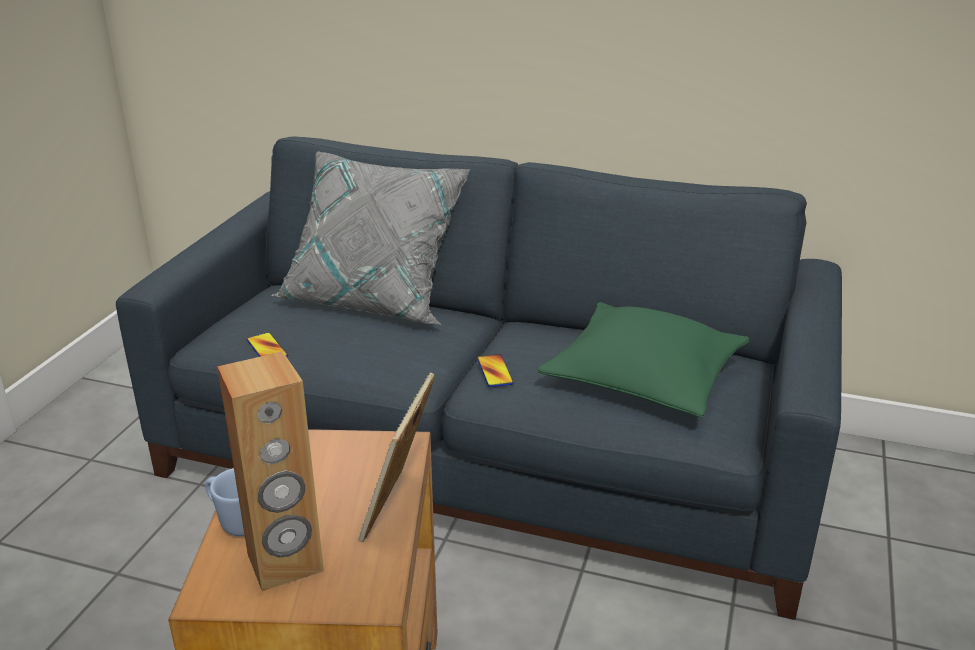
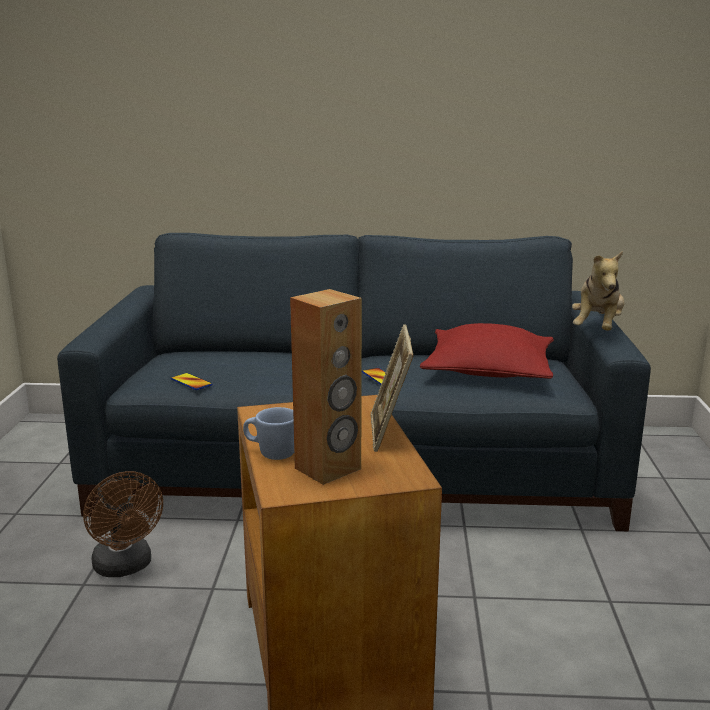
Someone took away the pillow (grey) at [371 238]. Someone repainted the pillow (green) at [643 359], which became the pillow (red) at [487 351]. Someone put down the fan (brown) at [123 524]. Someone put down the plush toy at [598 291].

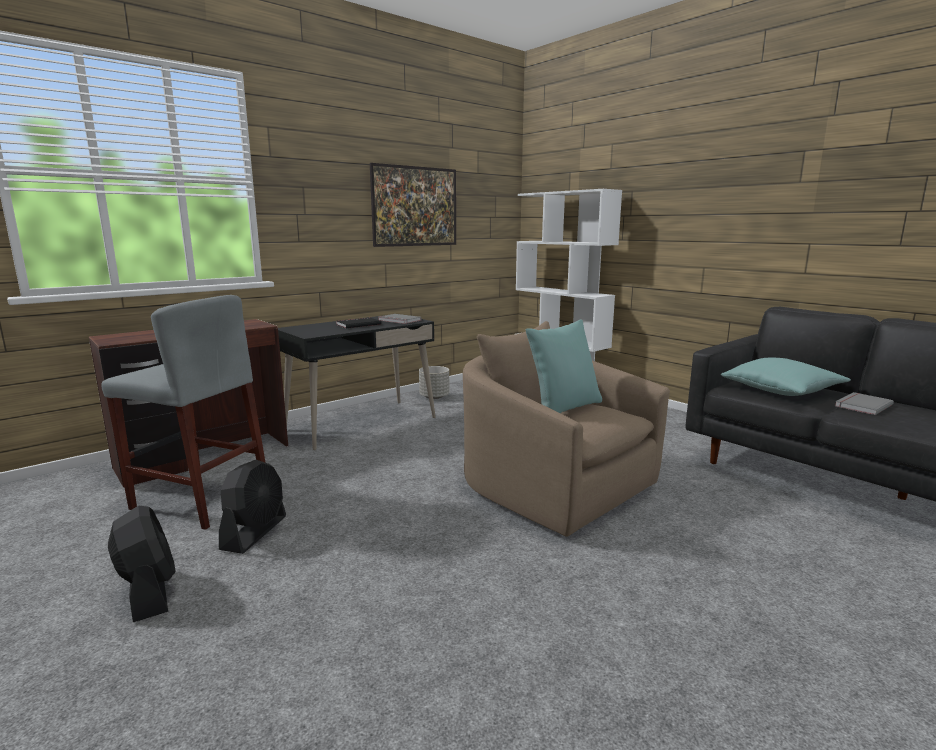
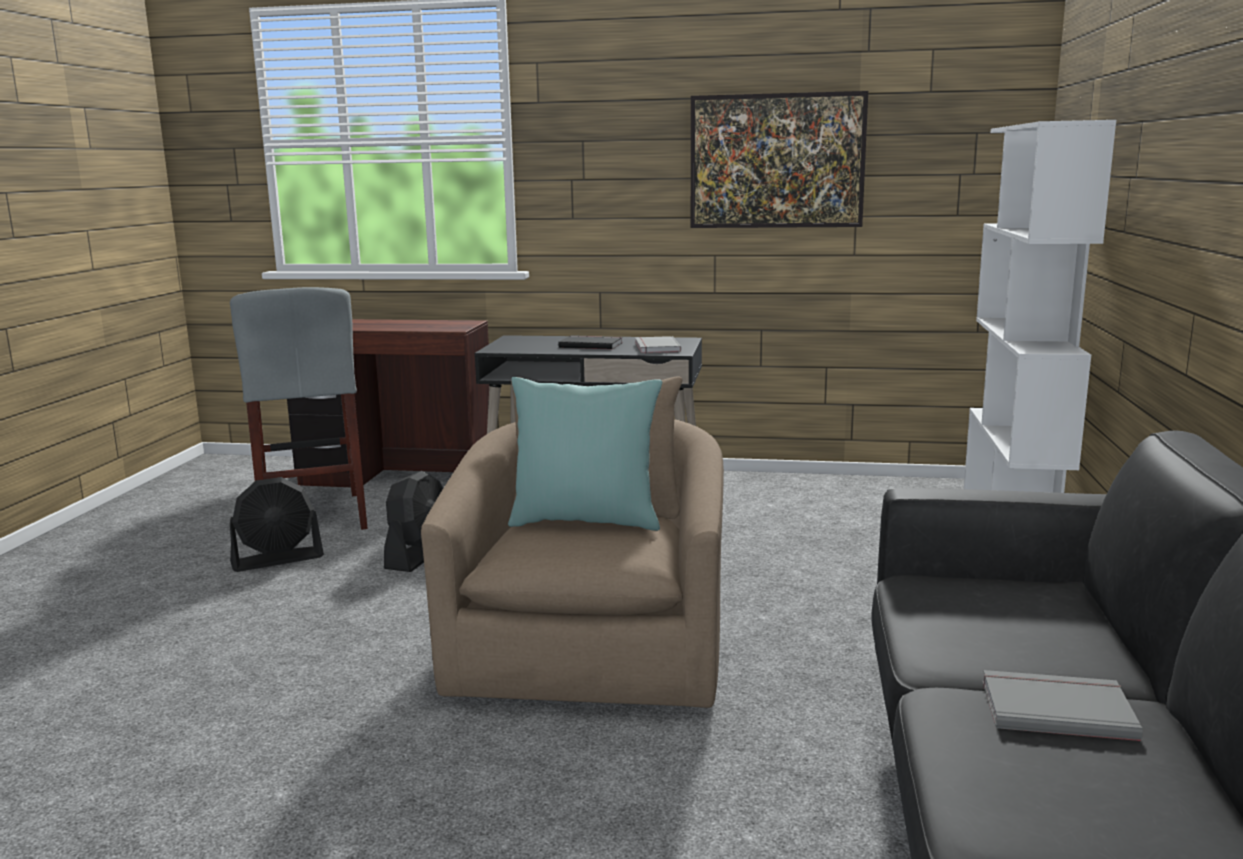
Someone carried the fan (black) from [142 564] to [413 521]. Someone took away the planter (grey) at [434 382]. Someone took away the pillow (turquoise) at [786 377].

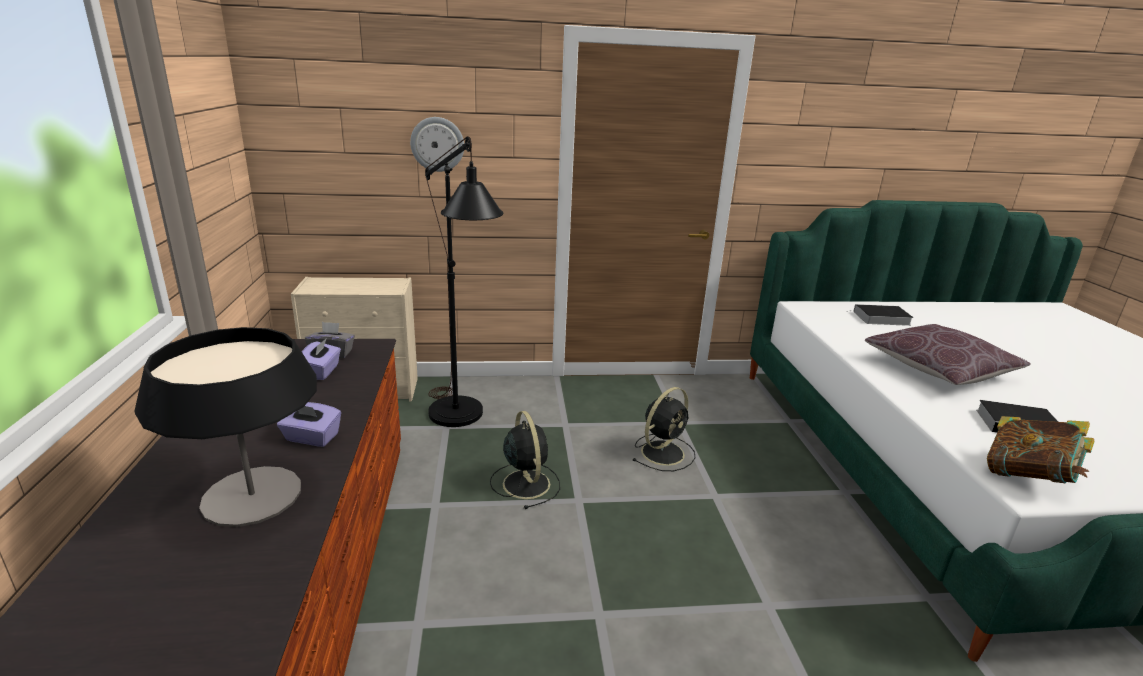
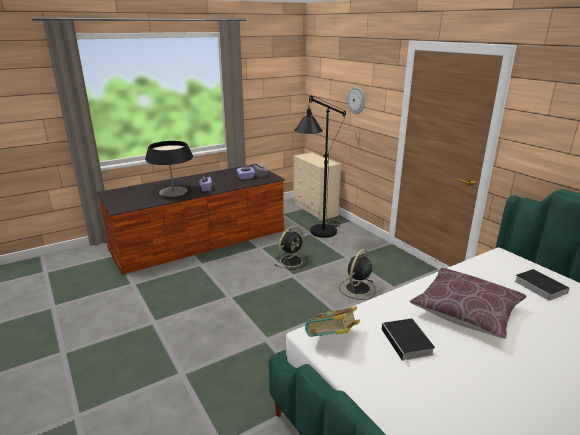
Someone rotated the fan (black) at [663 429] by 105 degrees clockwise.

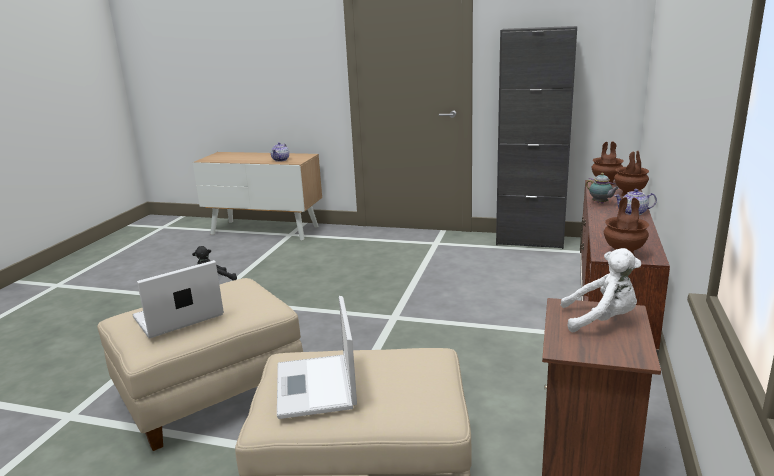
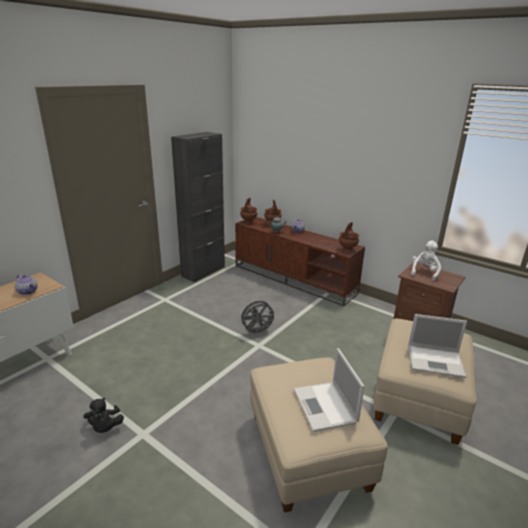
Someone put down the fan (grey) at [259 318].

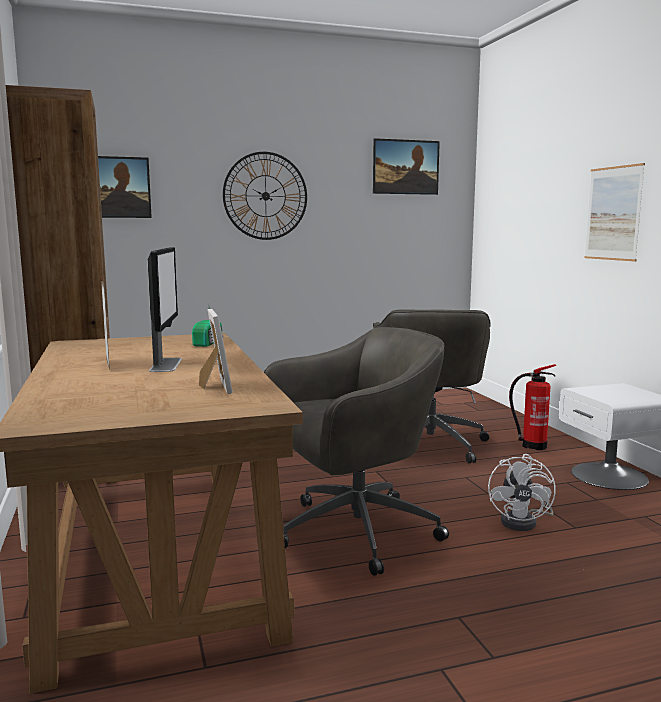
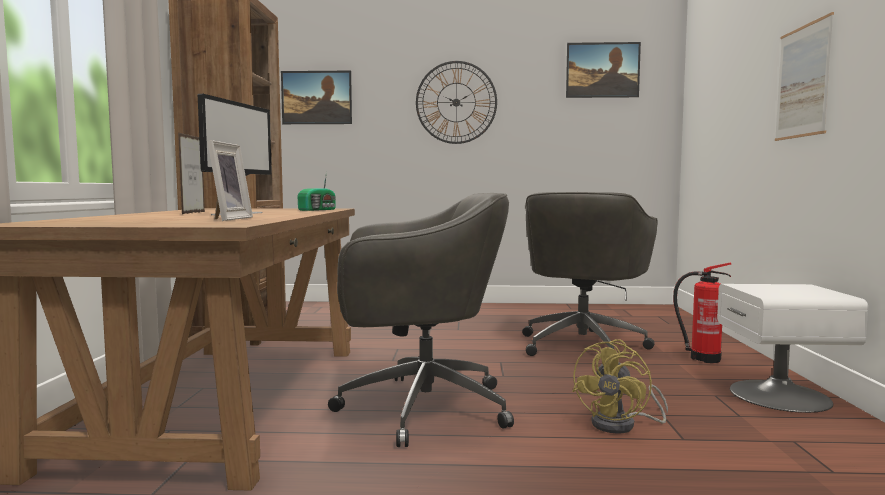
Someone repainted the fan (white) at [522 492], which became the fan (yellow) at [620 386].

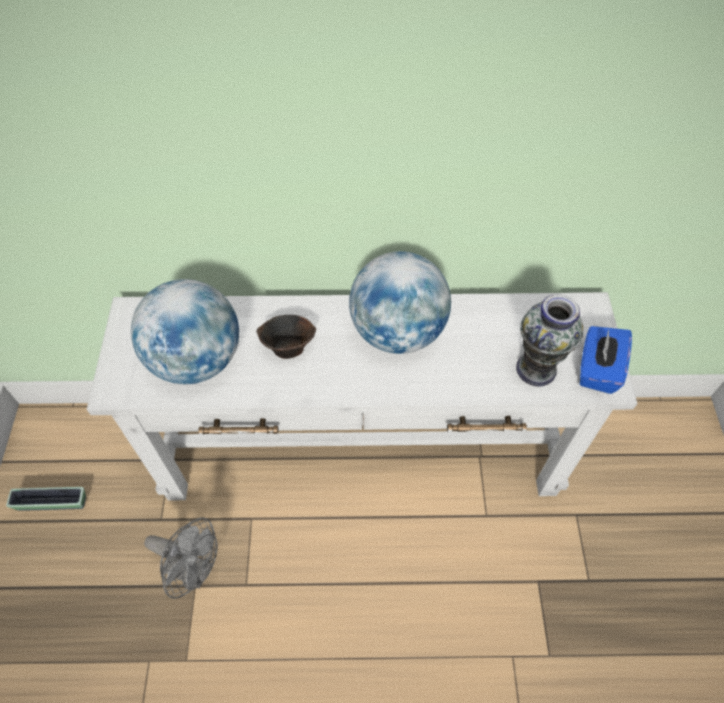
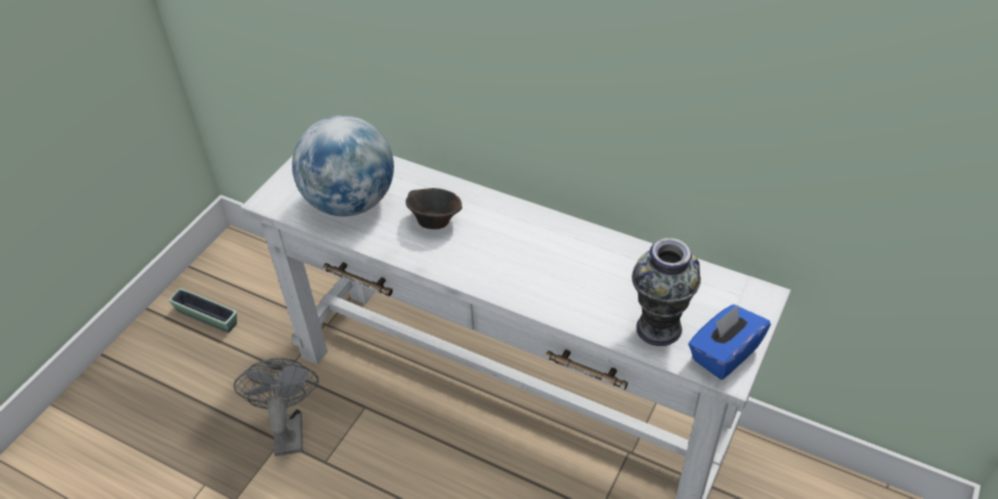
Someone rotated the fan (grey) at [181 558] by 150 degrees counterclockwise. Someone took away the globe at [400 302].

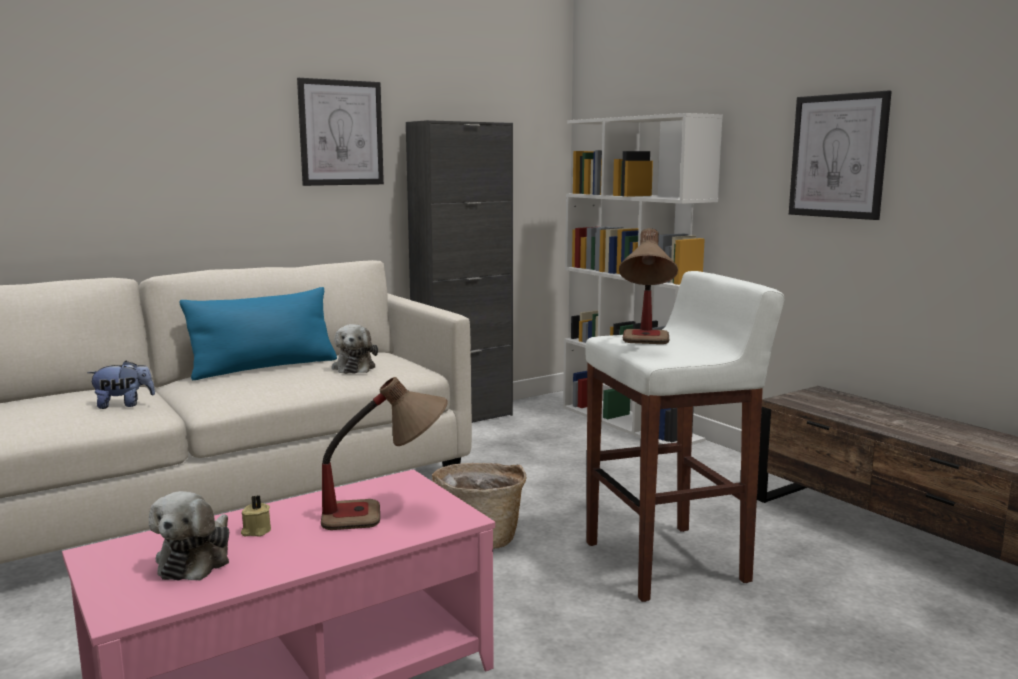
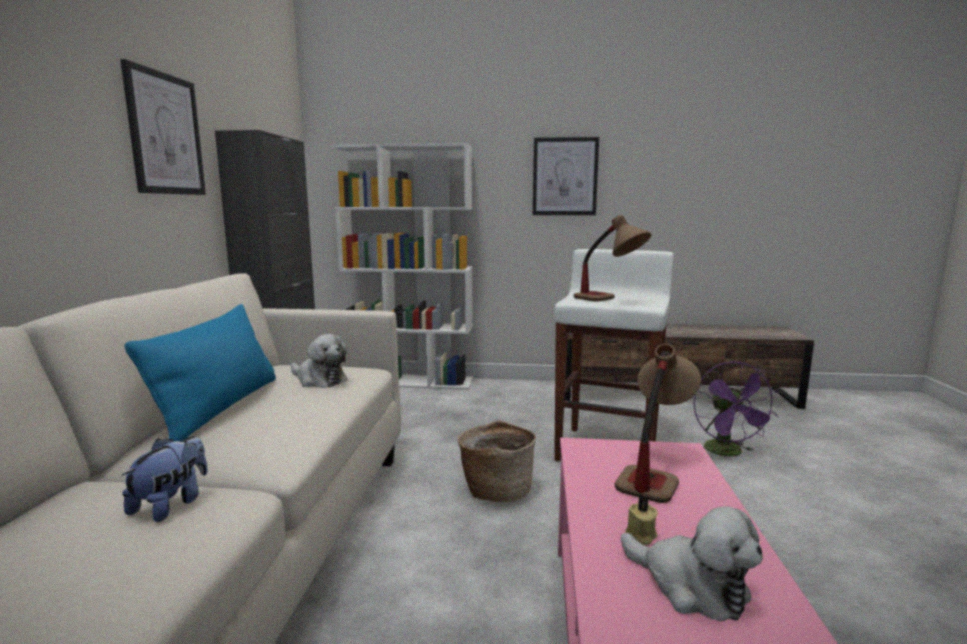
Someone put down the fan (purple) at [736 408].

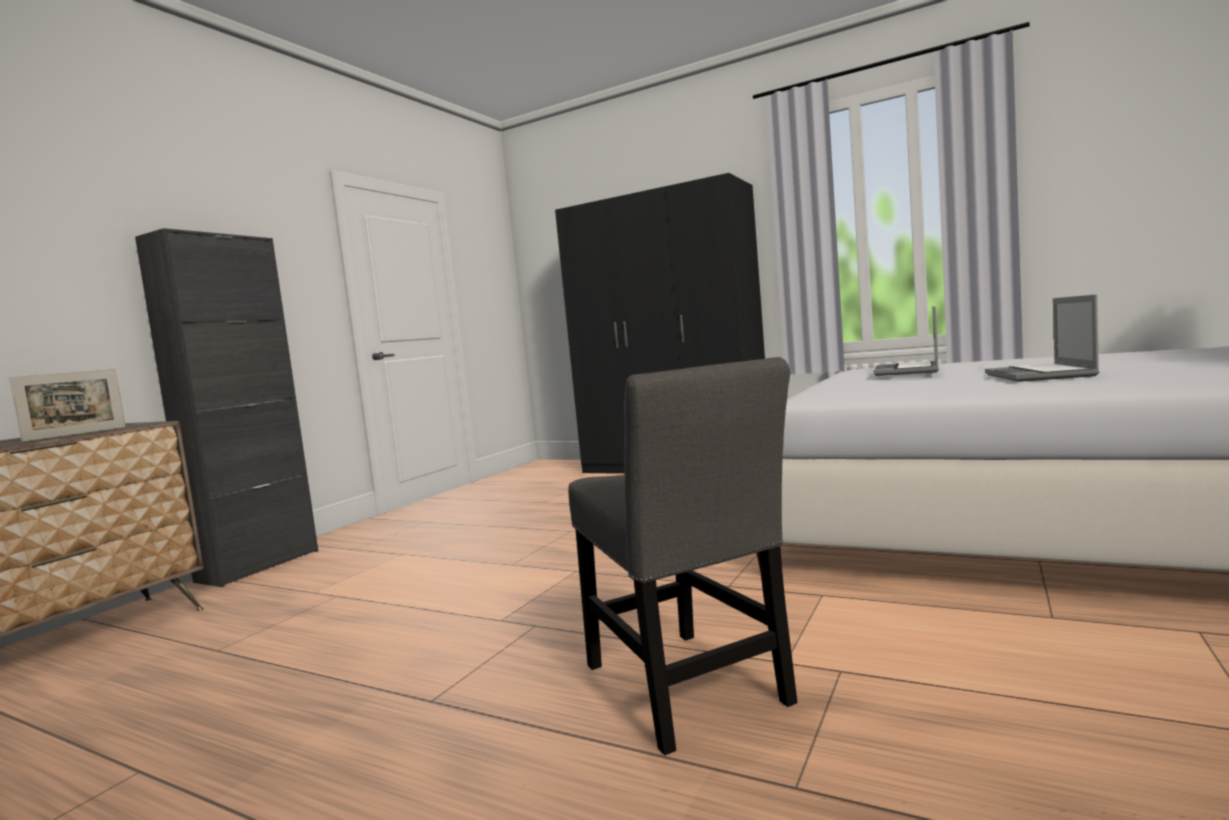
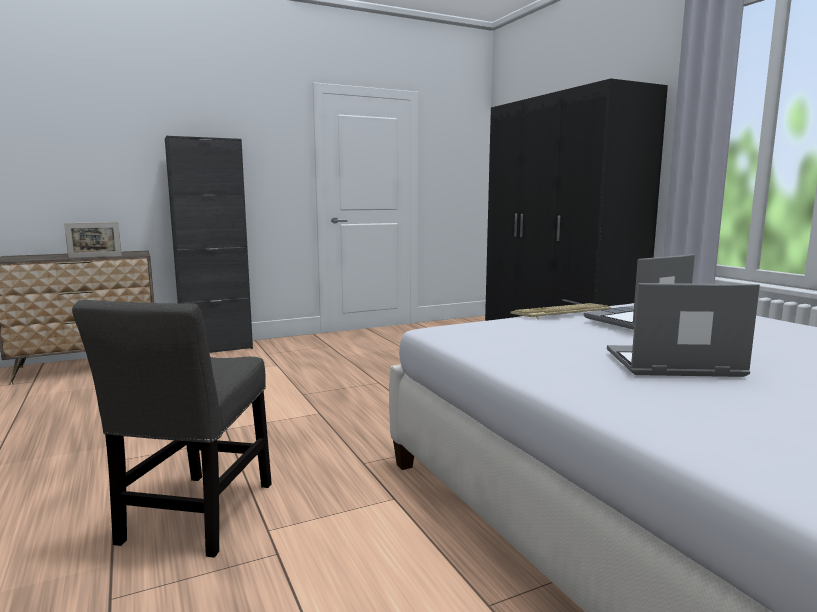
Someone rotated the laptop at [1042 338] by 45 degrees clockwise. Someone put down the keyboard at [560 311].

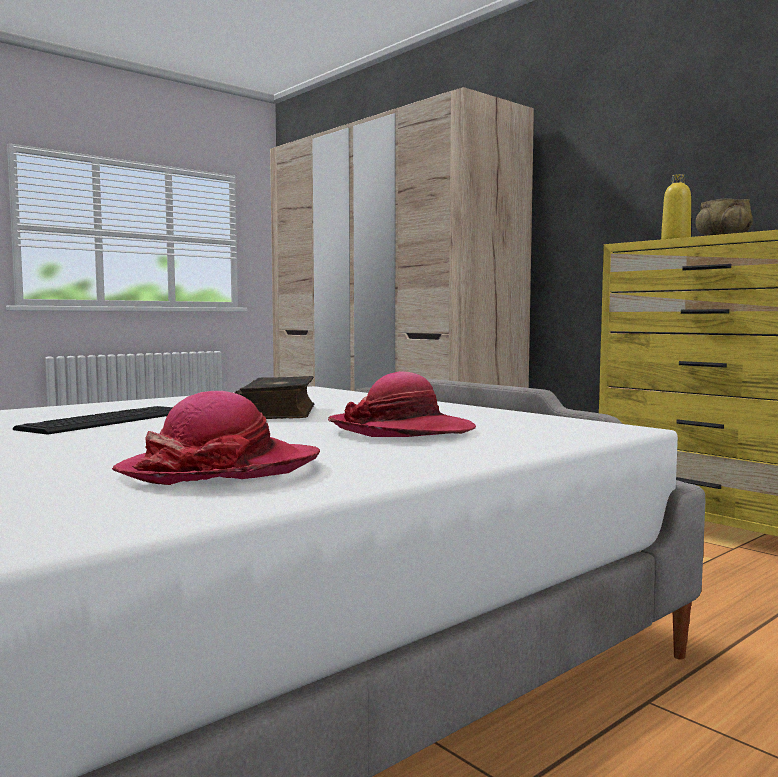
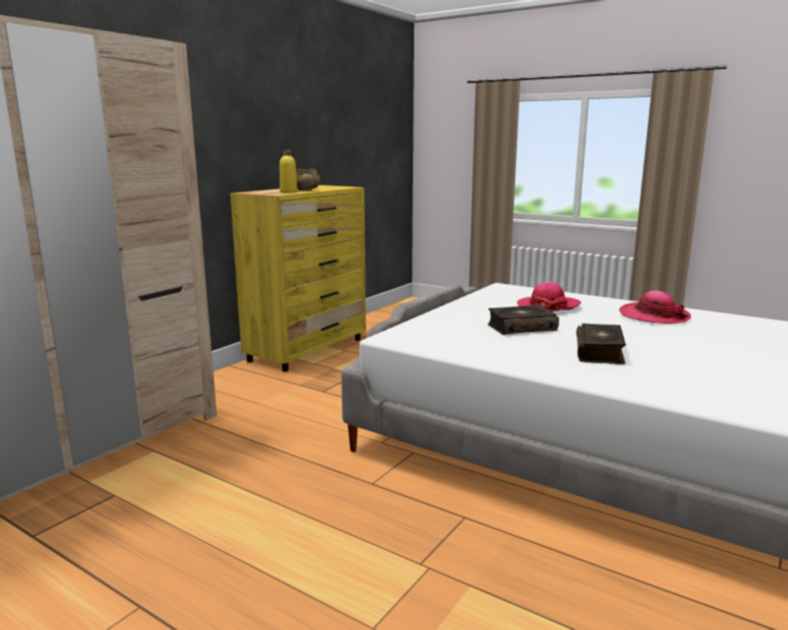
Someone swapped the keyboard at [93 420] for the book at [601 343].

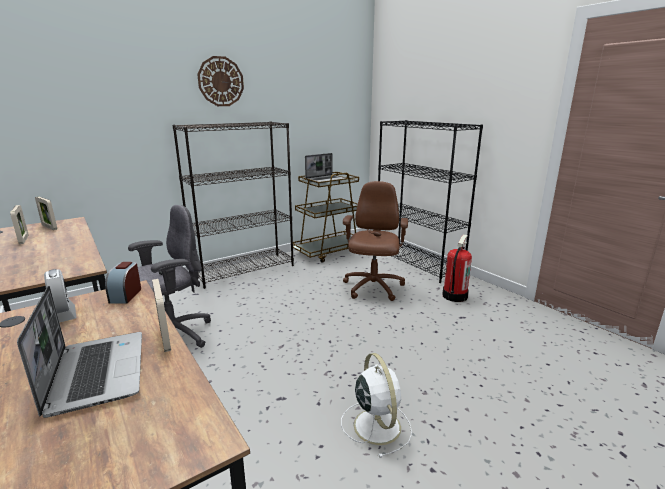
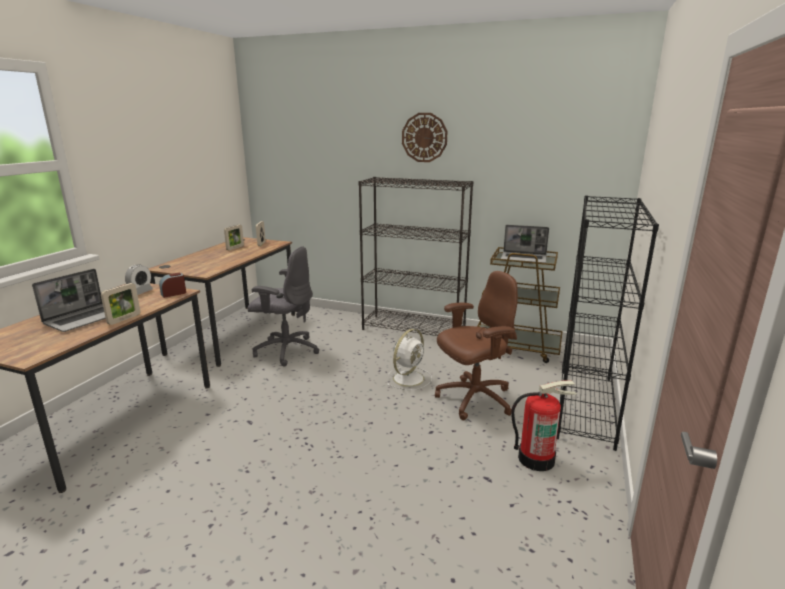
Someone carried the fan (white) from [376 405] to [409 359].

